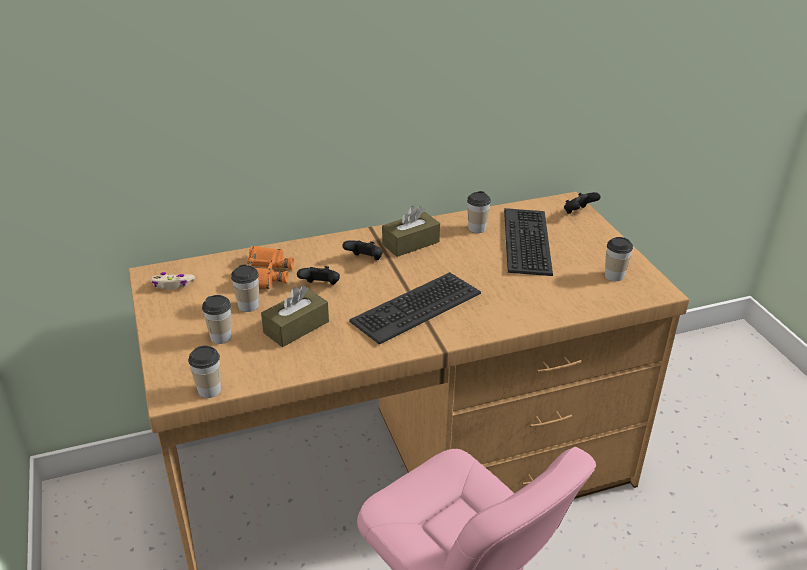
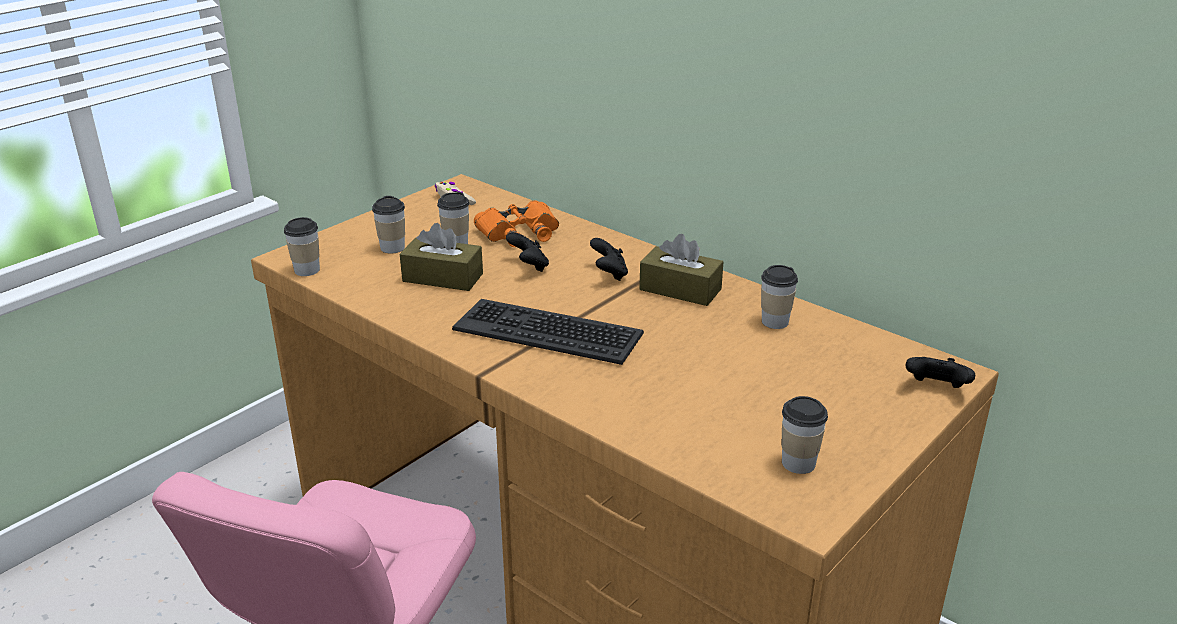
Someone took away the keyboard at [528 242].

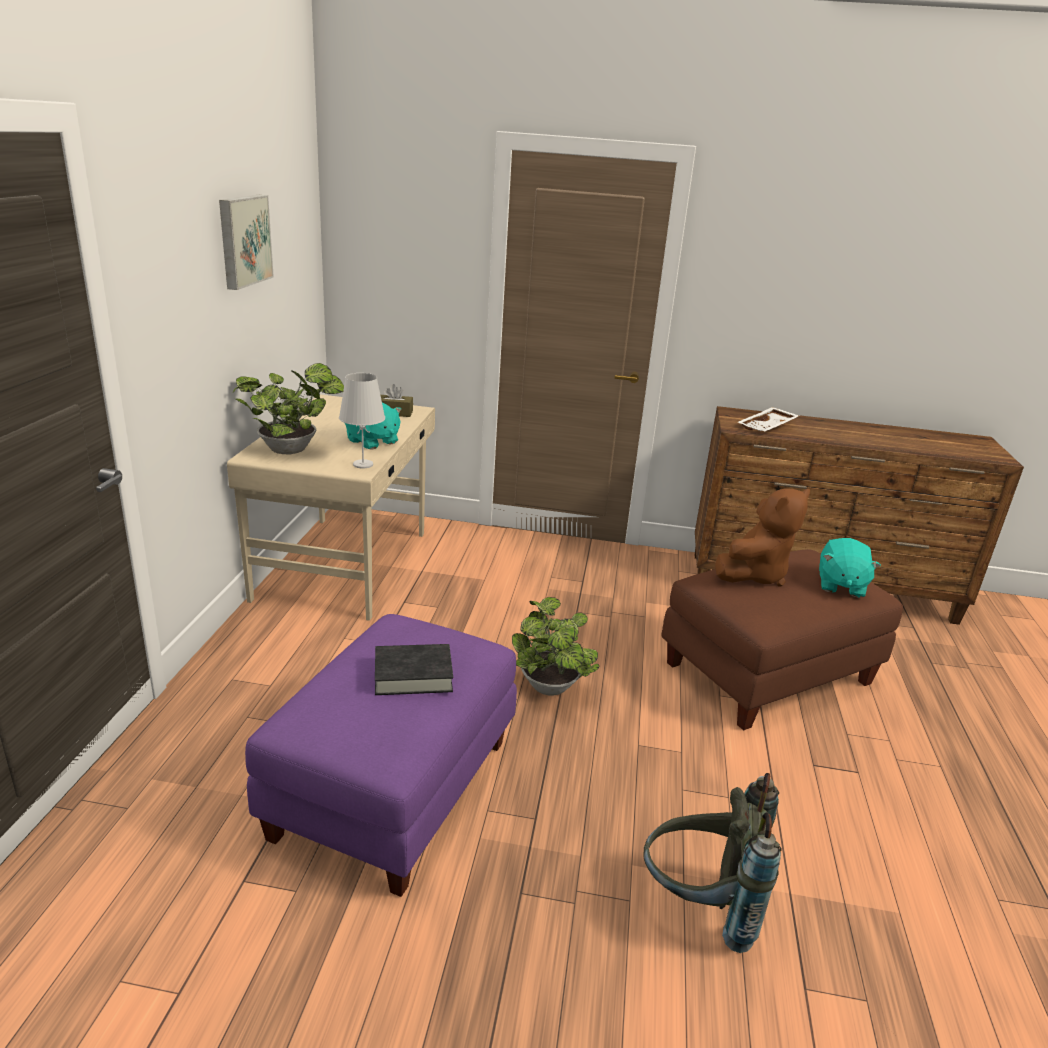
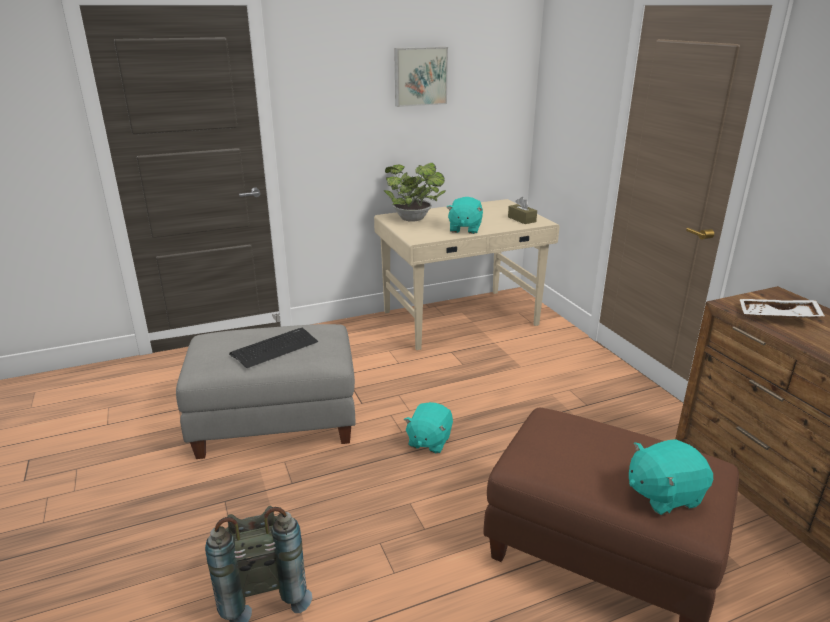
Someone repainted the ottoman (purple) at [381 755], which became the ottoman (grey) at [266 391]. Someone took away the table lamp (white) at [362 420]. Someone swapped the book (black) at [414 669] for the keyboard at [273 348]. Someone swapped the potted plant at [555 646] for the plush toy (turquoise) at [428 428]. Someone took away the plush toy (brown) at [762 537].

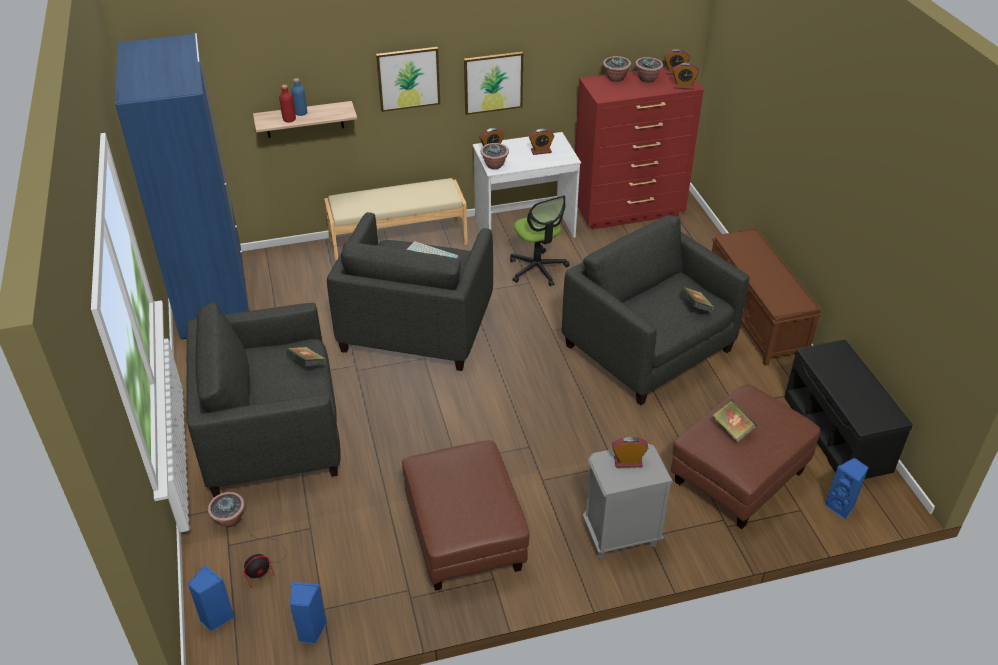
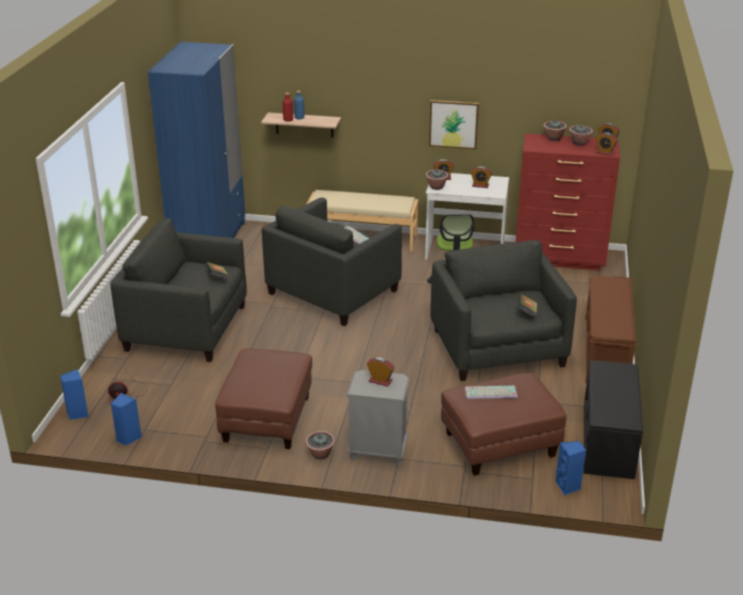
Someone carried the potted plant from [226 509] to [320 445]. Someone took away the picture at [408 79]. Someone swapped the book at [735 420] for the keyboard at [491 392].

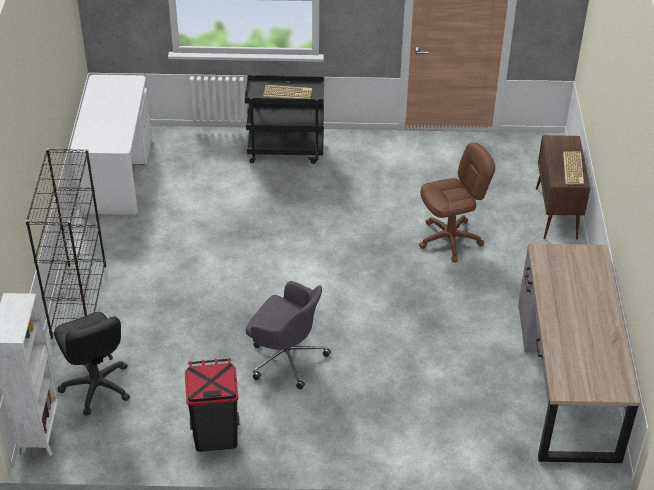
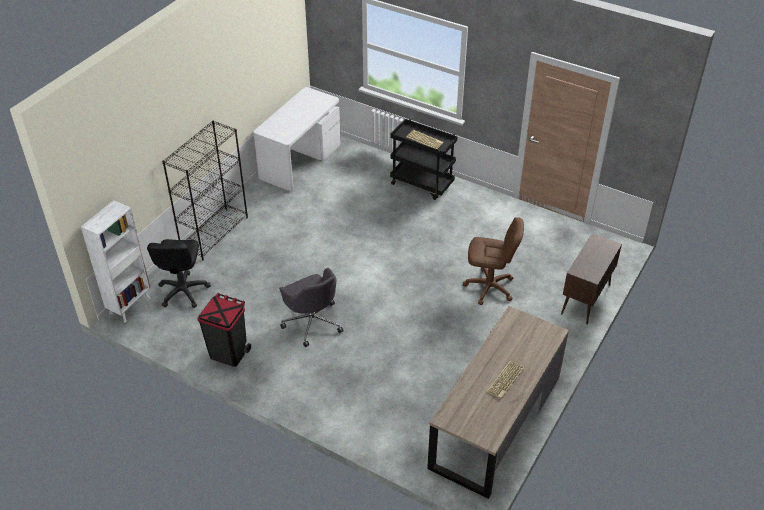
Someone carried the keyboard from [573 167] to [505 379].

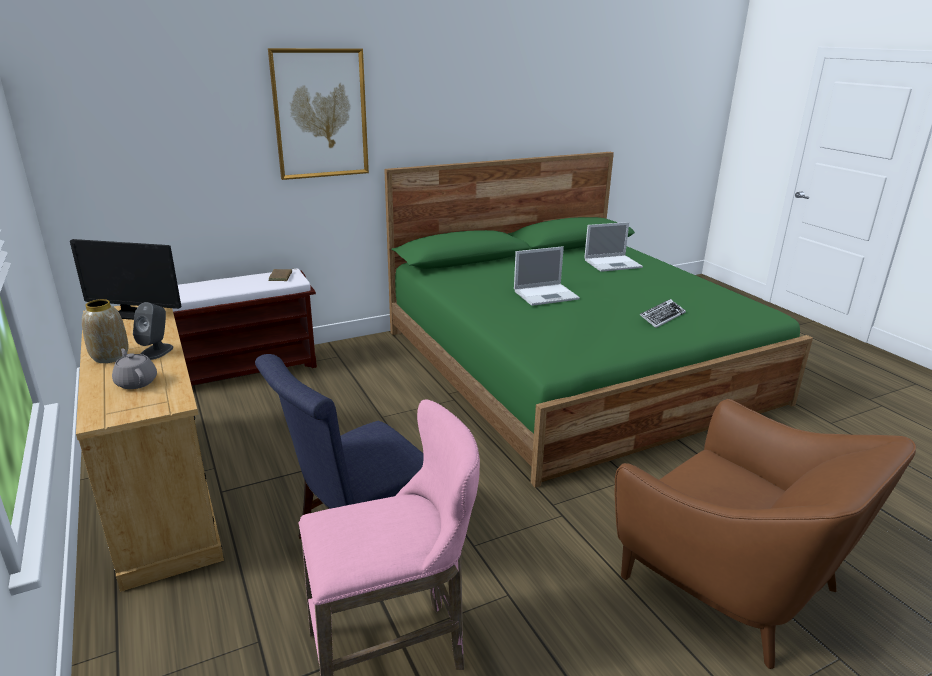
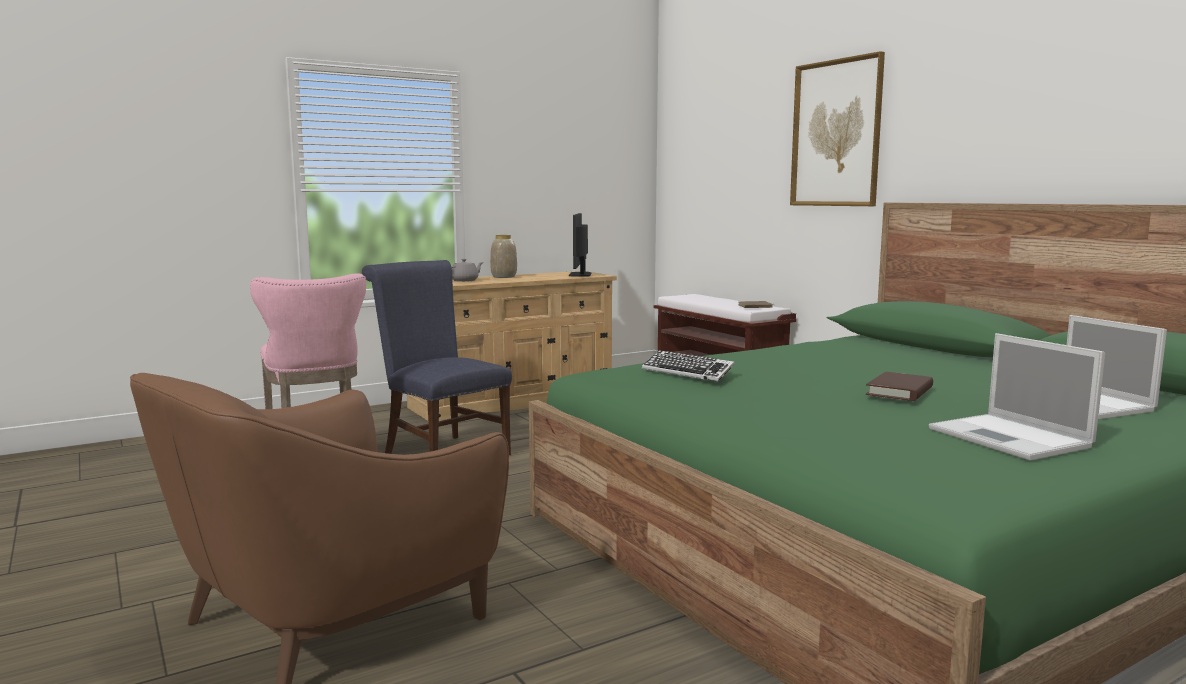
Someone took away the speaker (grey) at [153 331]. Someone carried the laptop from [547 276] to [1017 397]. Someone carried the keyboard from [663 313] to [688 366]. Someone put down the book (brown) at [899 386].

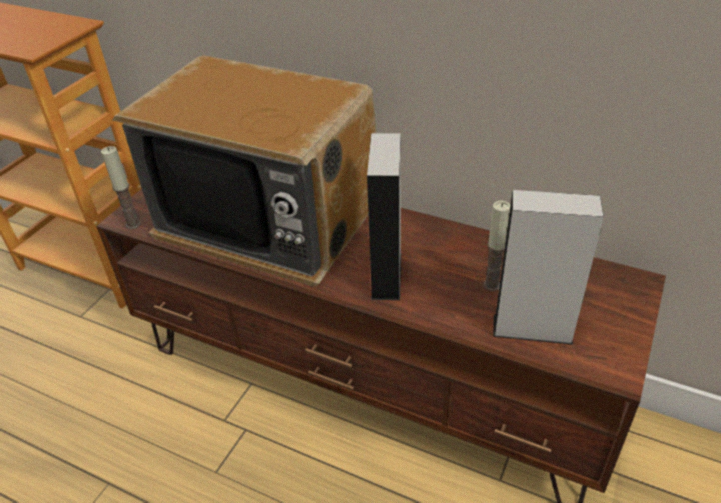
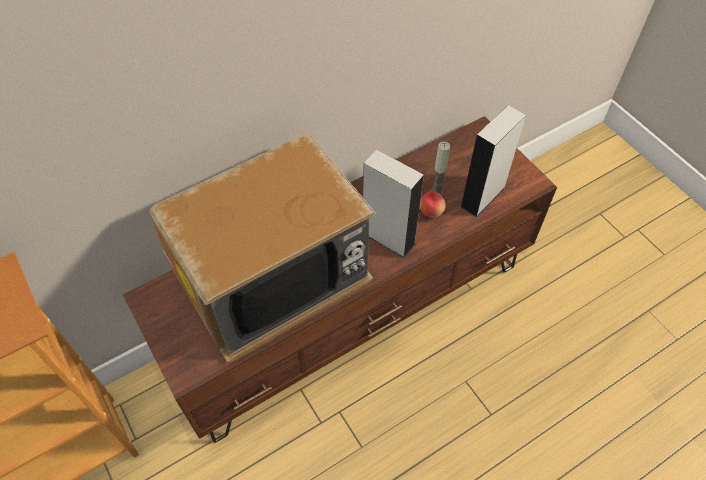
Someone took away the candle at [121 187]. Someone put down the apple at [433 204].

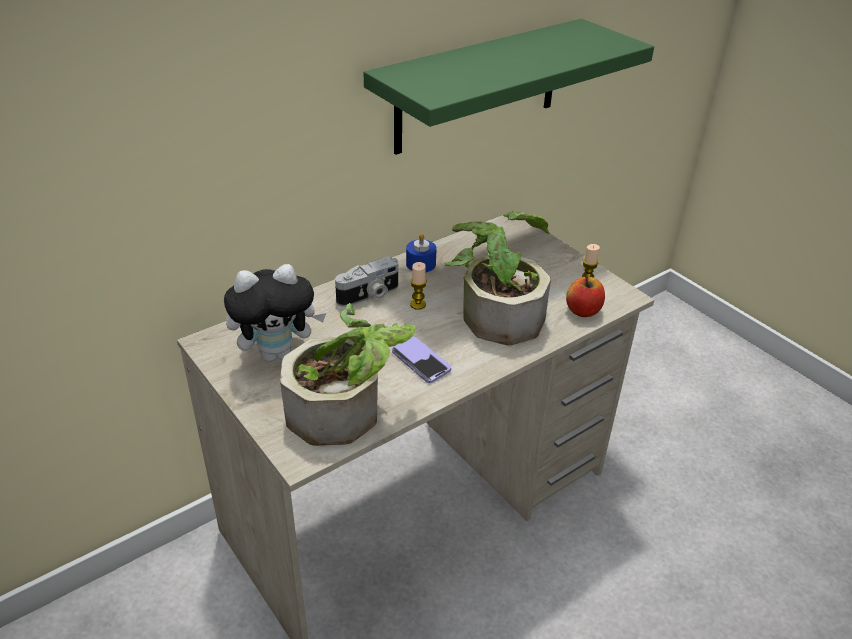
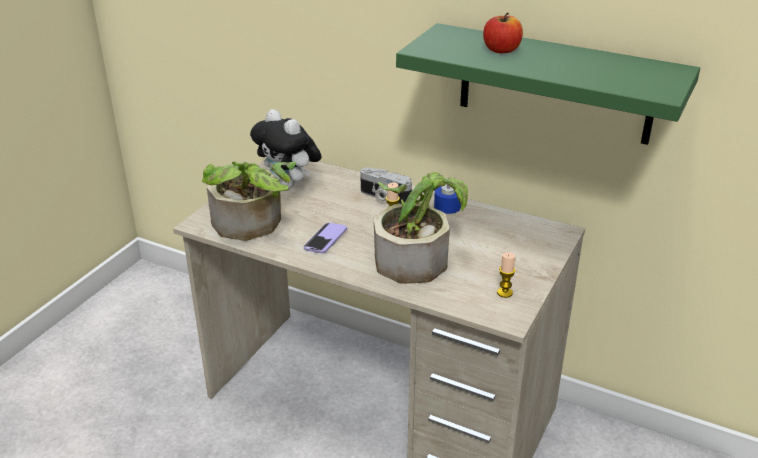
Someone carried the apple from [585 297] to [503 33].

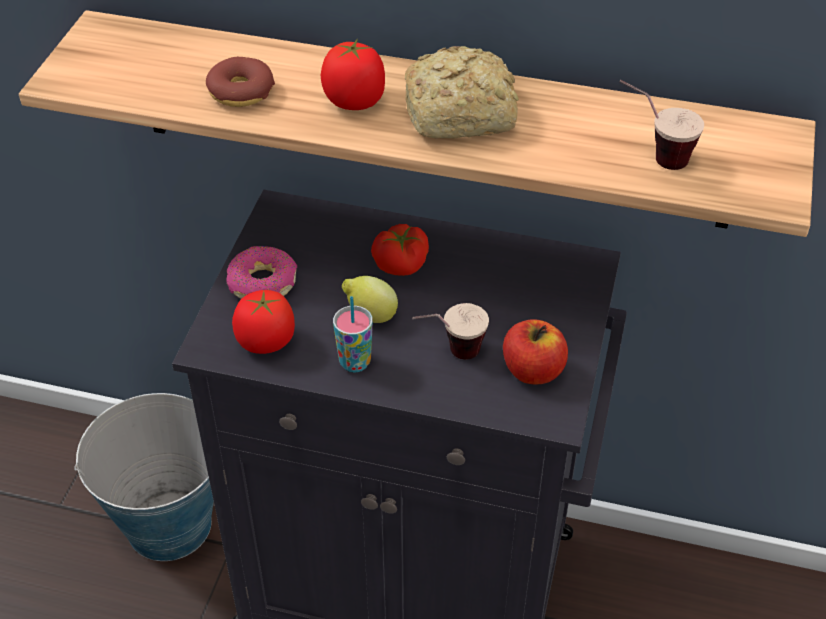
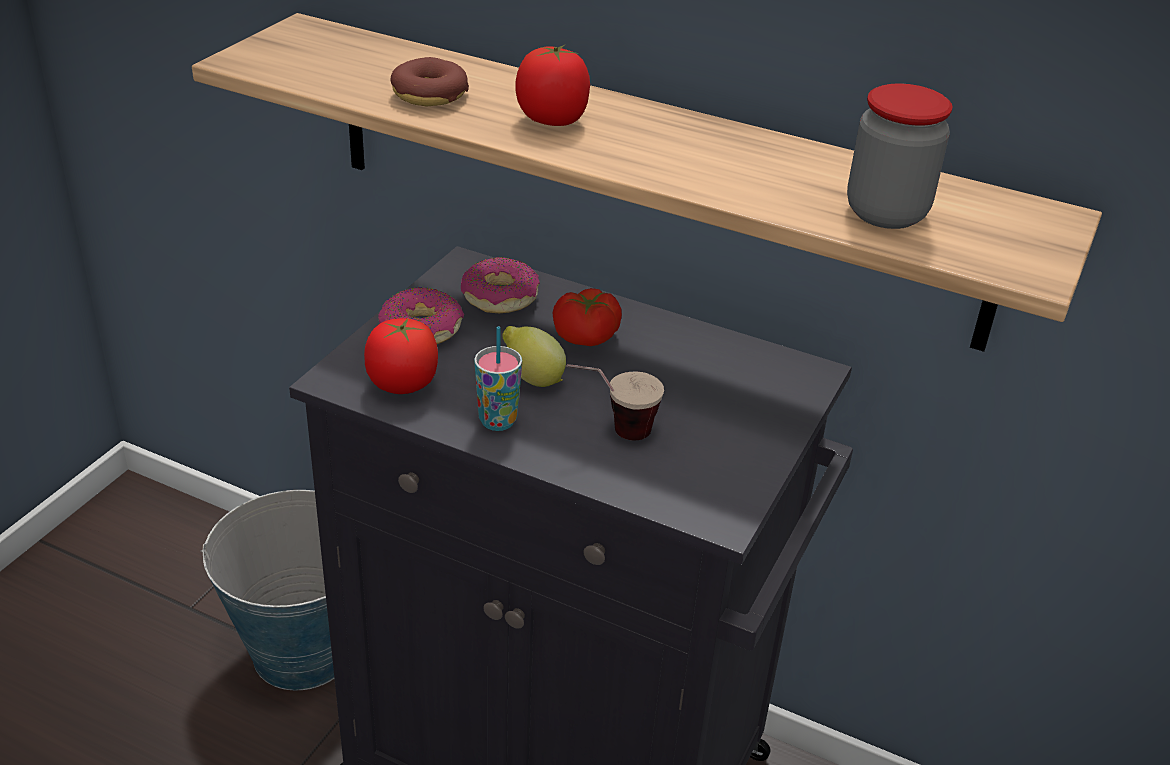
Someone took away the bread at [462 92]. Someone took away the apple at [535 352]. Someone swapped the cup at [661 125] for the jar at [900 156]. Someone put down the donut at [500 285].

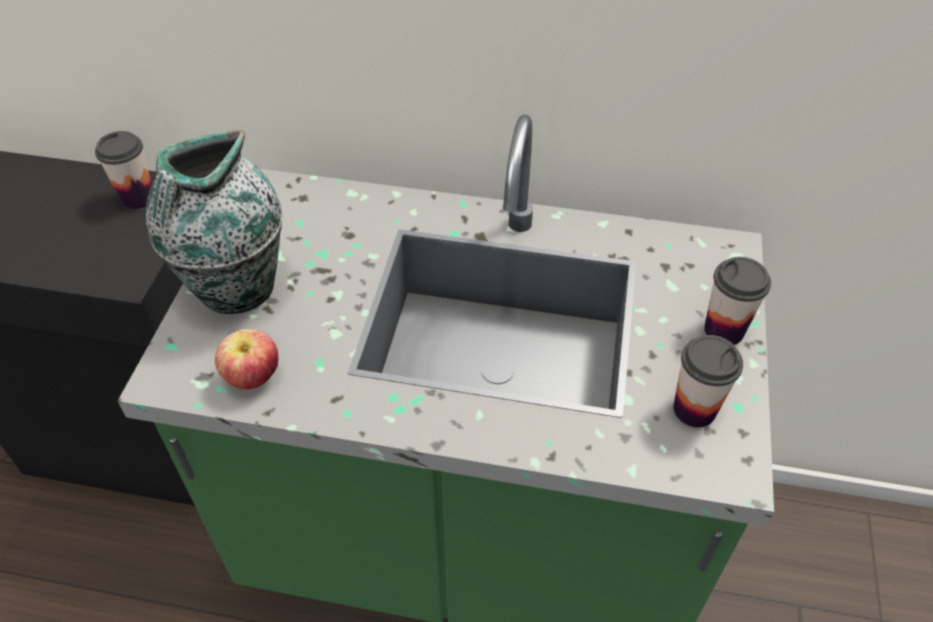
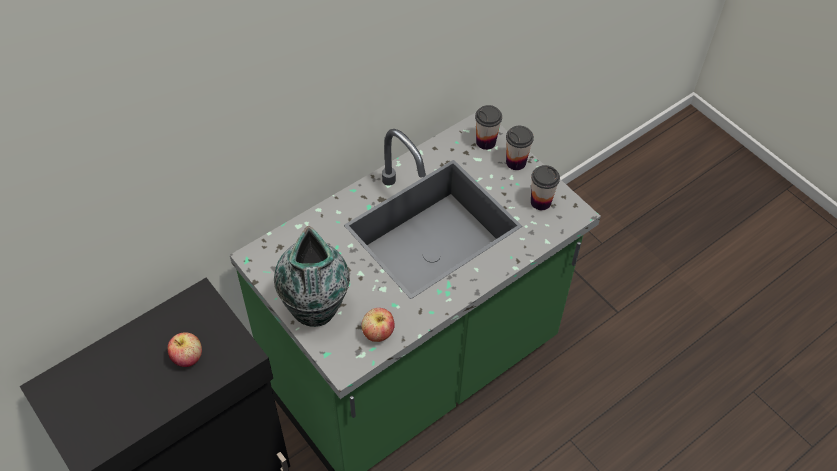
Someone carried the cup from [123 170] to [488 127]. Someone put down the apple at [185 349].

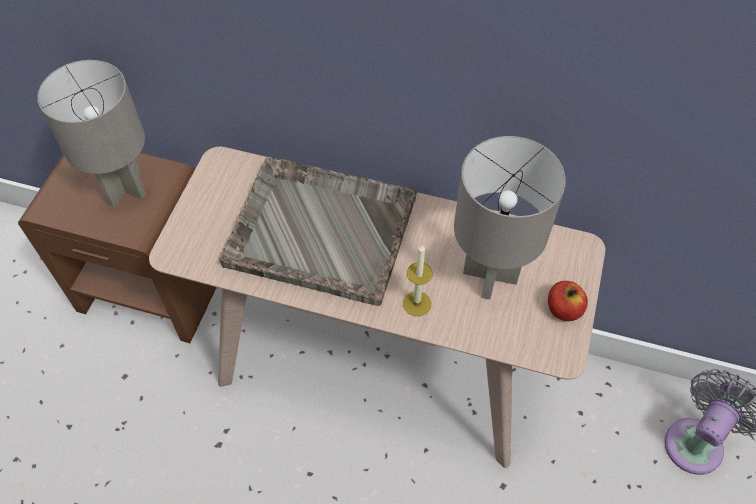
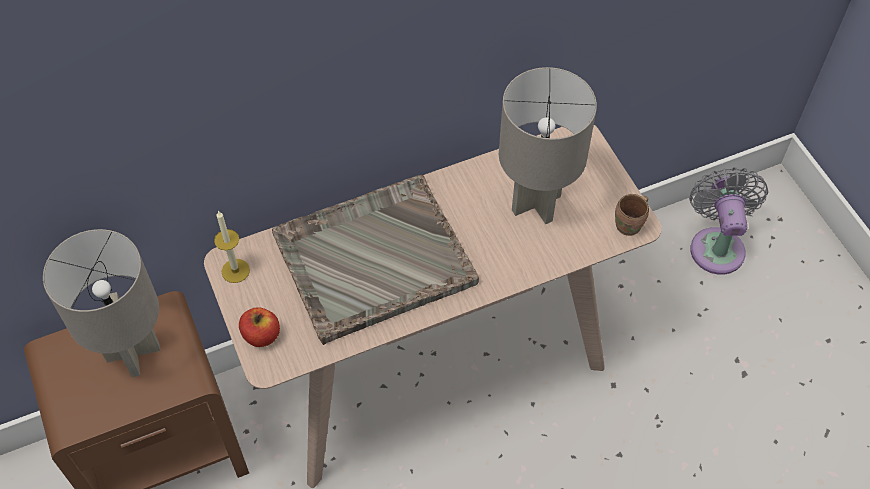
Someone carried the candle from [418 280] to [232 247]. Someone carried the apple from [568 301] to [259 327]. Someone put down the mug (brown) at [632 215].

